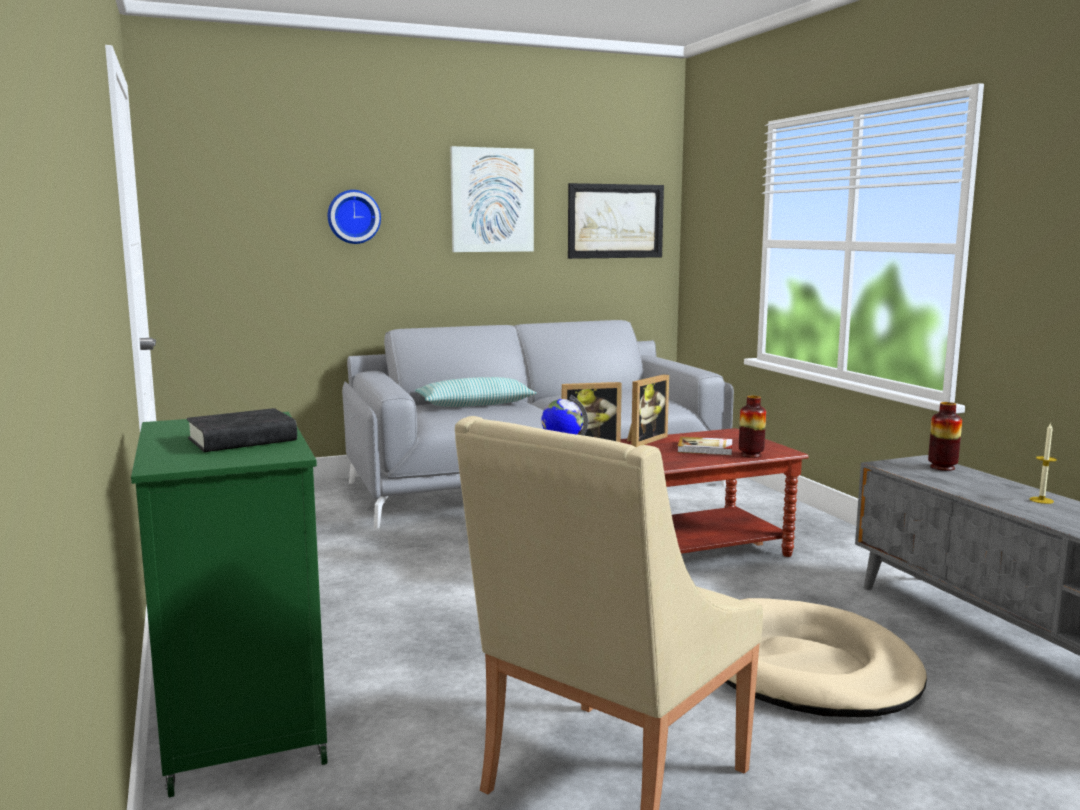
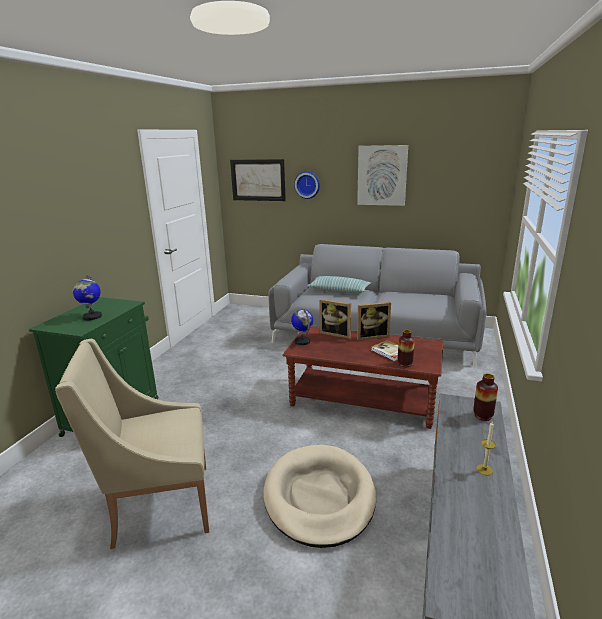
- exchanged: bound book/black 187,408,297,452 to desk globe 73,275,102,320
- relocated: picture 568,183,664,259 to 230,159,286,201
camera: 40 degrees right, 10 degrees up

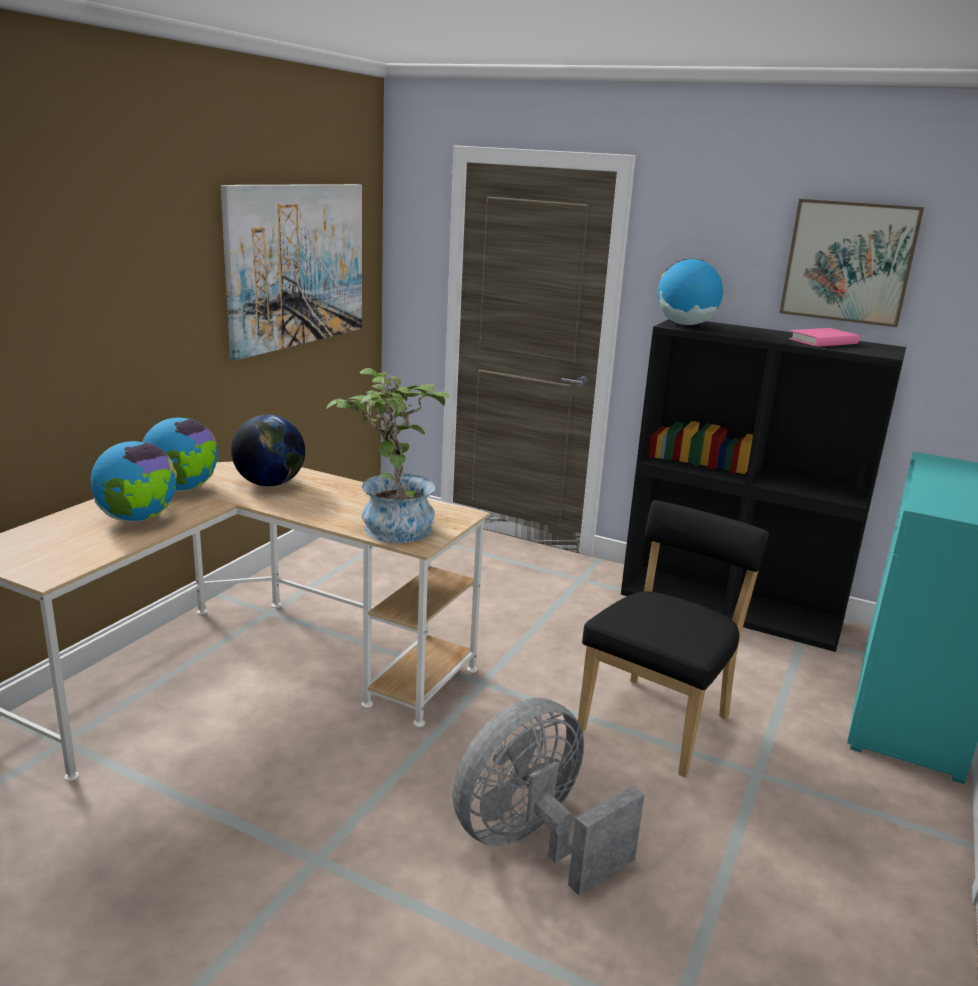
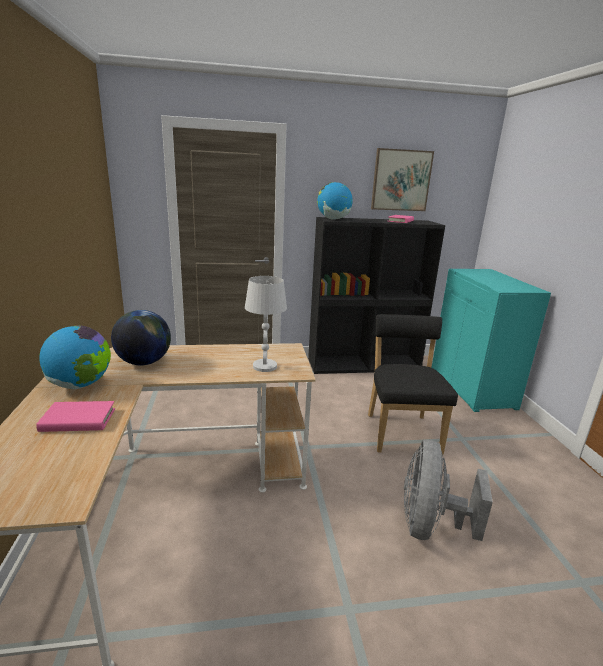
- exchanged: desk globe 91,441,177,522 to bound book/pink 36,401,115,432
- exchanged: potted plant 326,368,451,543 to table lamp/whitish 245,276,287,372
- missing: picture 221,184,362,360
camera: 35 degrees left, 0 degrees up

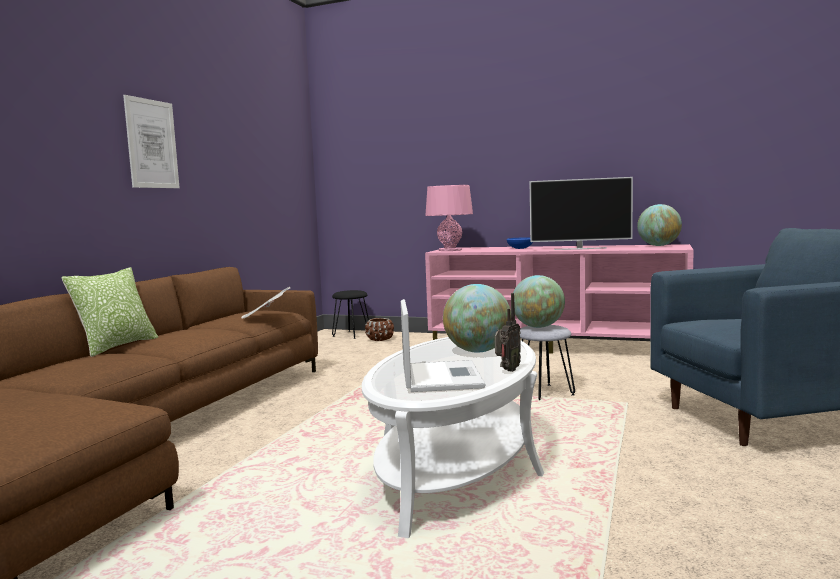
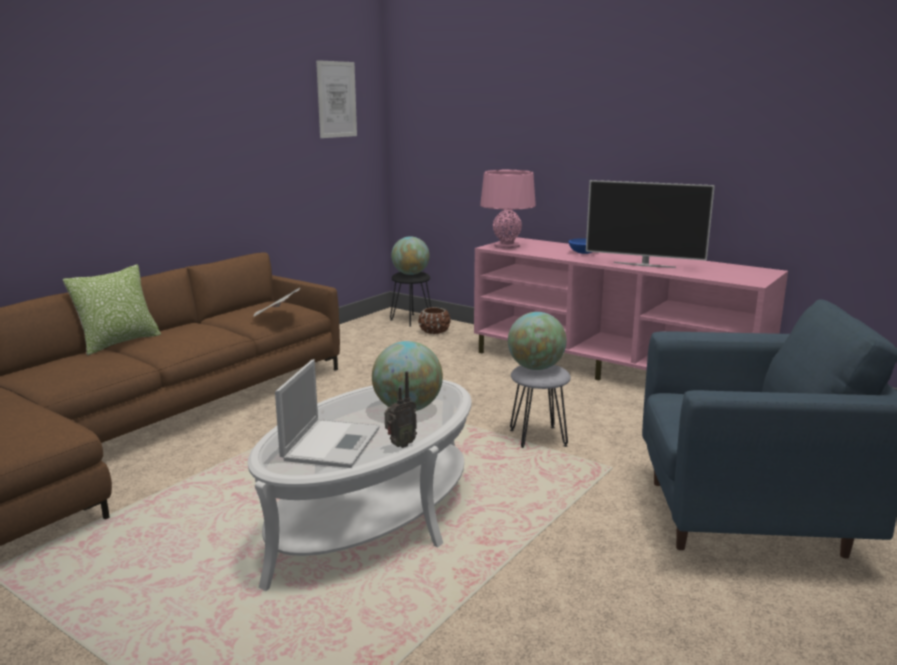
- relocated: picture 123,95,180,188 to 316,60,357,138
- relocated: desk globe 637,204,682,246 to 391,236,430,275
camera: 15 degrees right, 10 degrees up

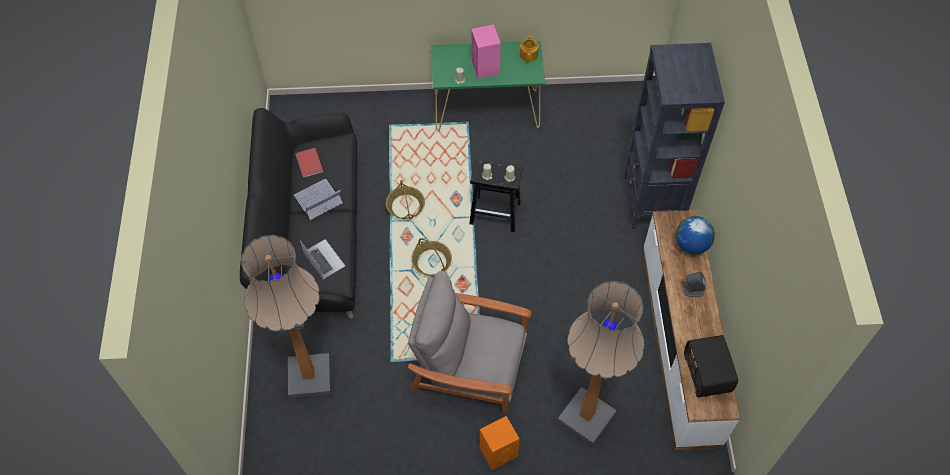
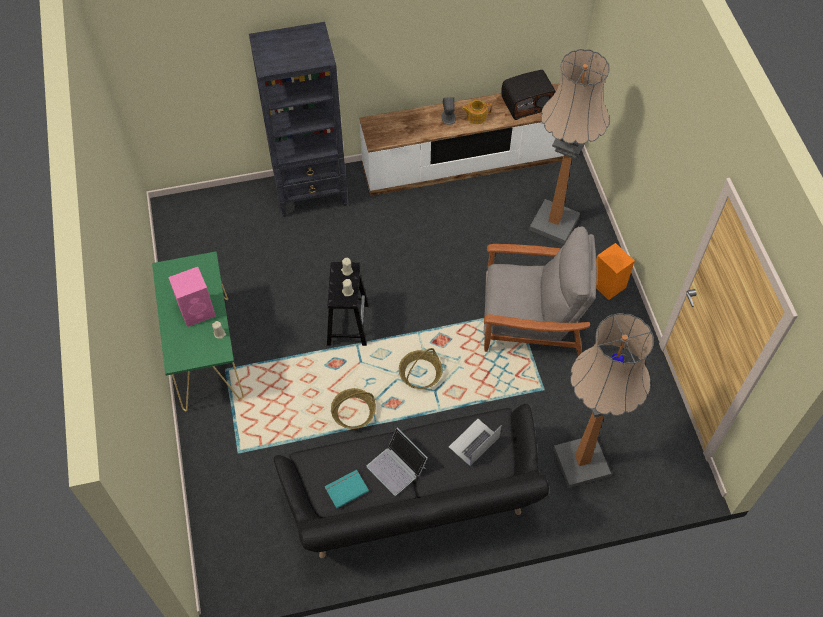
- colour: bound book/reddish 295,148,323,178 to bound book/turquoise-coloured 325,470,369,508
- relocated: teapot 520,34,539,62 to 462,100,492,124
- spun: easy chair/grey 408,271,532,416 = 483,226,597,356 90 degrees counterclockwise
- missing: desk globe 676,216,715,254
camera: 100 degrees left, 0 degrees up

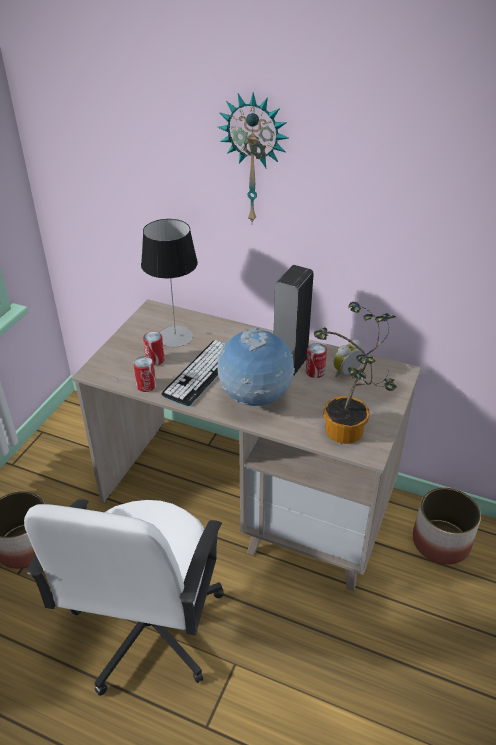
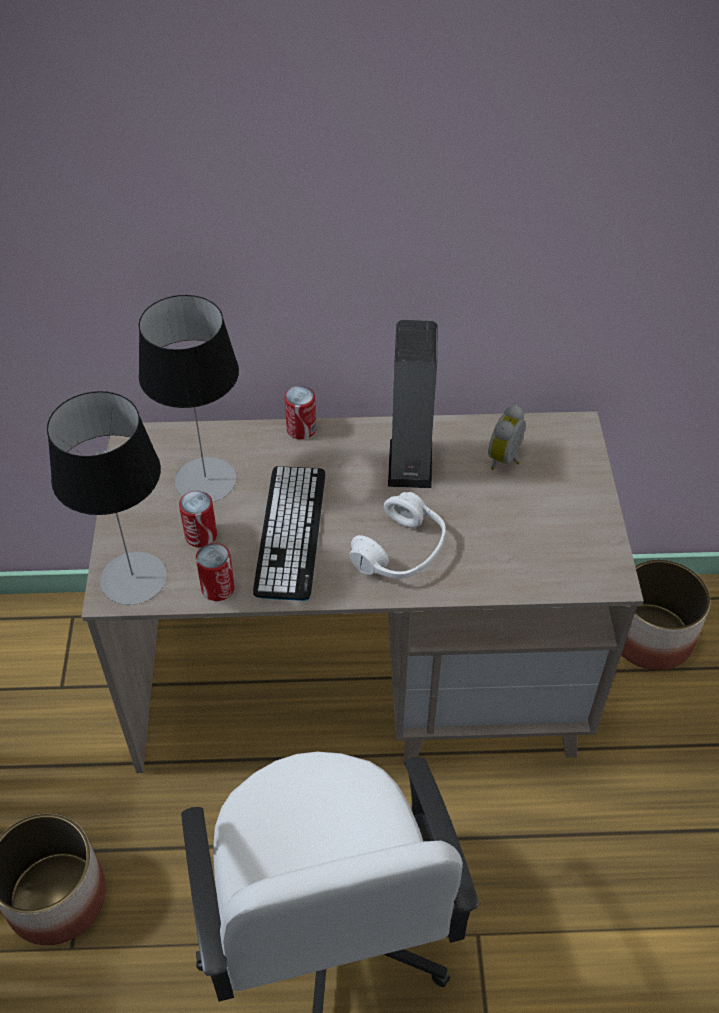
- appeared: table lamp 47,391,167,605
- relocated: metal can 306,343,327,378 to 284,386,316,439
- exchanged: desk globe 217,328,295,406 to pair of headphones/whitish 350,492,446,579
- missing: clock on the wall 218,92,289,225
- missing: potted plant 314,302,397,444
camera: 25 degrees left, 10 degrees up

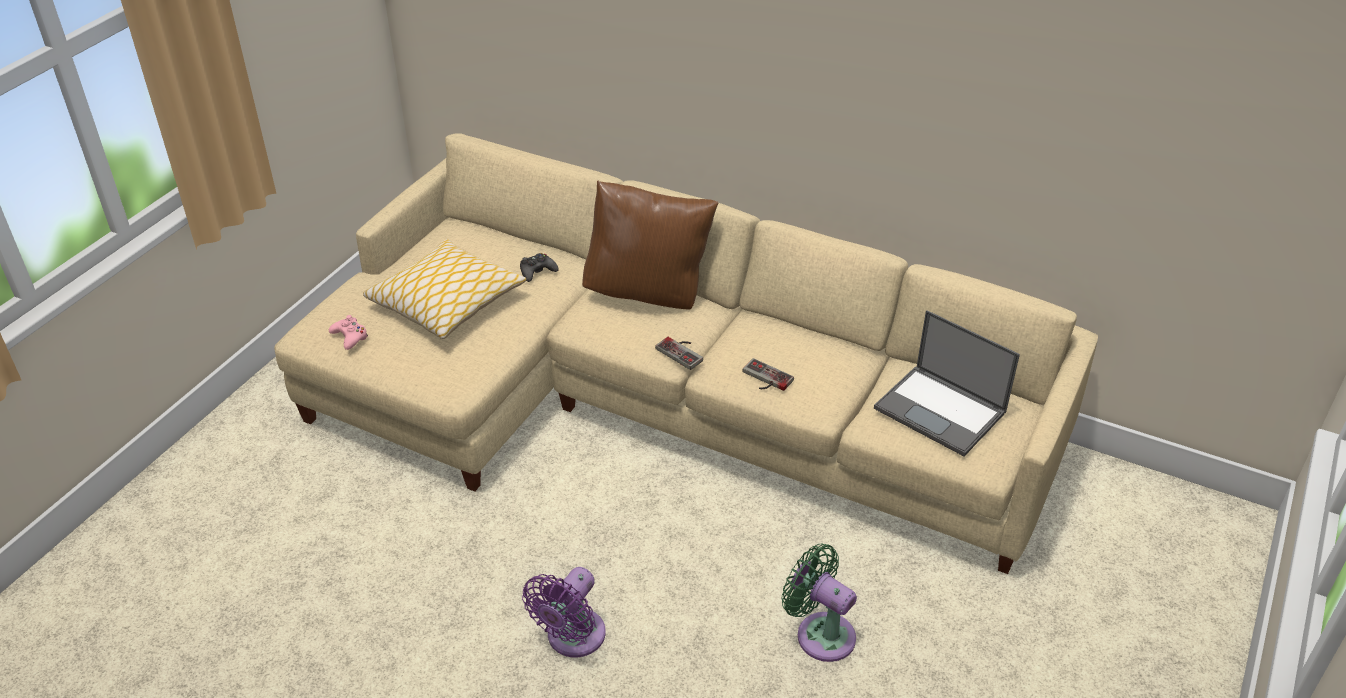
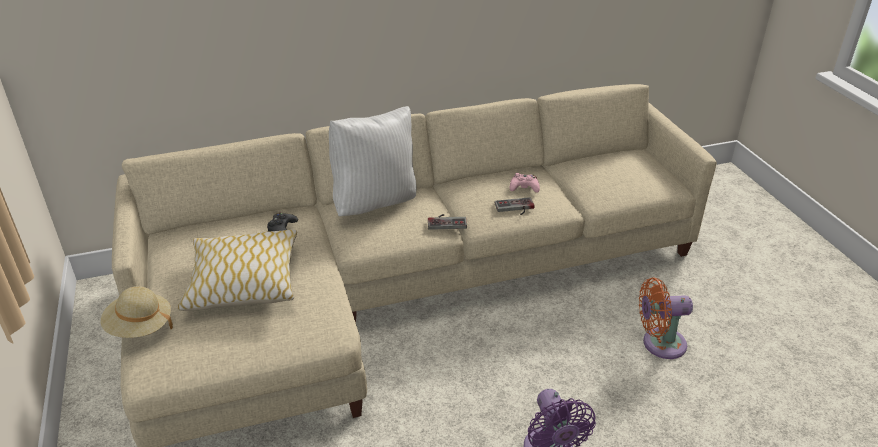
- appeared: wearable hat/sand-coloured 101,286,173,338
- colour: cushion/brown 582,181,718,310 to cushion/whitish 329,106,416,217
- relocated: game controller/pink 329,315,368,350 to 510,173,540,193
- colour: cooling fan/green 782,544,857,662 to cooling fan/orange 639,278,693,359
- missing: laptop 874,310,1020,456
camera: 45 degrees left, 5 degrees down

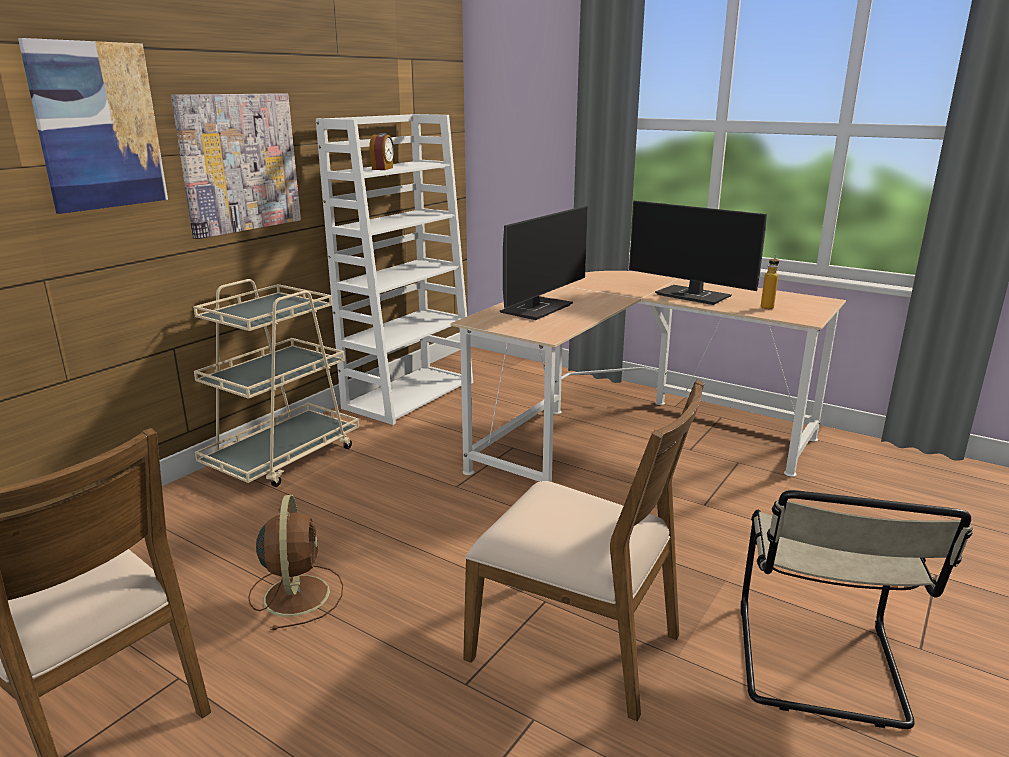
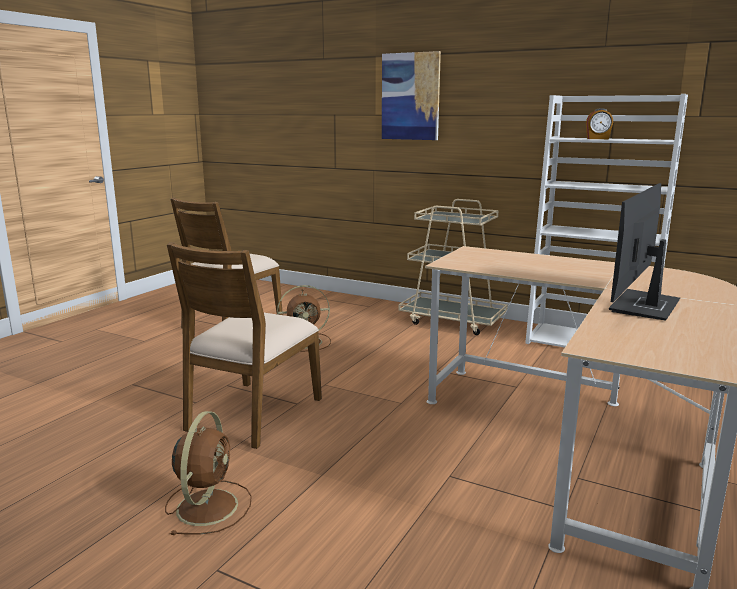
- exchanged: upright chair/sand-coloured 741,490,973,729 to cooling fan/brown 165,411,252,535
- missing: picture 171,93,301,239
- missing: computer screen 500,206,588,320
- missing: drink bottle 761,254,779,309
camera: 85 degrees right, 5 degrees down

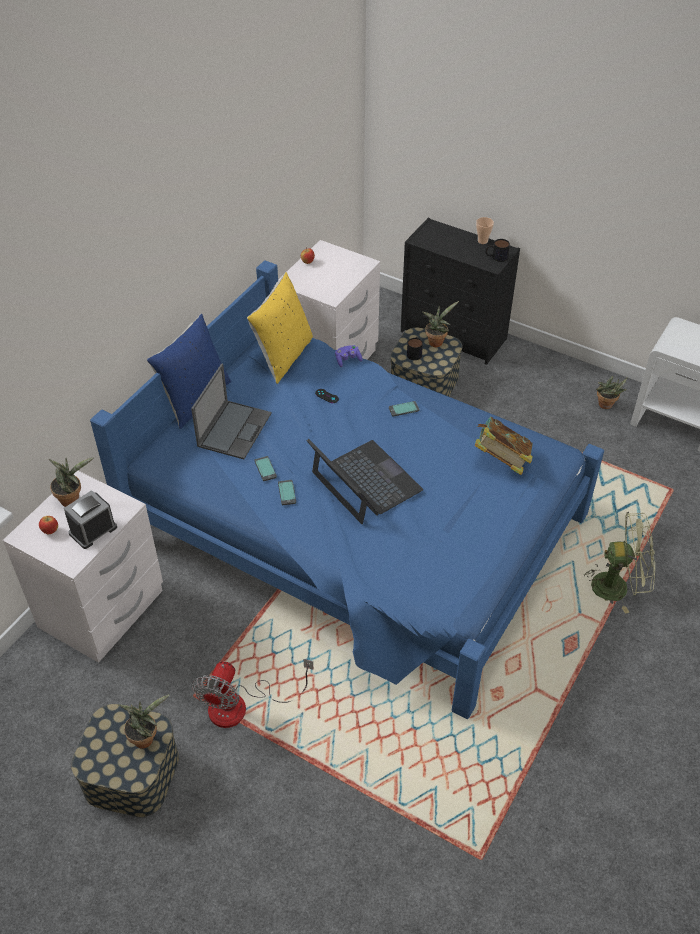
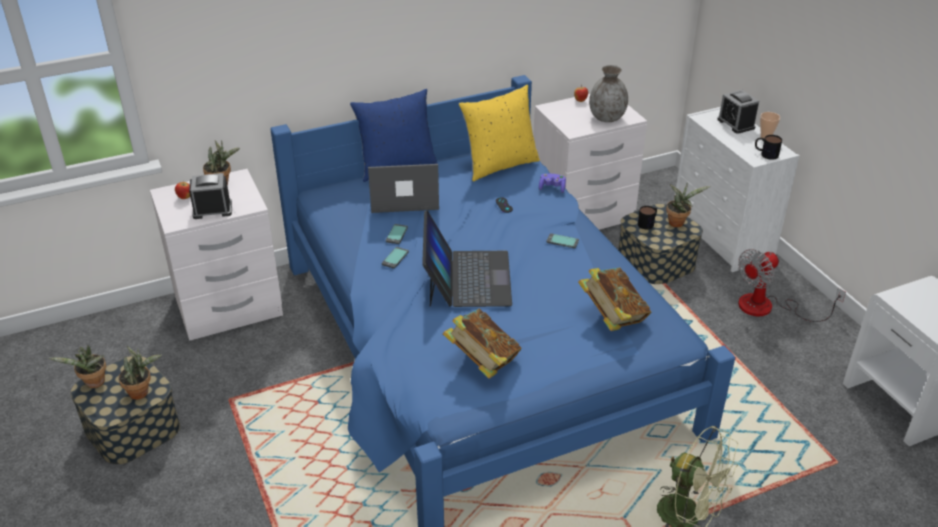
- relocated: potted plant 596,376,628,409 to 49,345,106,388
- spun: laptop 191,363,271,459 = 368,164,439,213 150 degrees counterclockwise
- appeared: bound book 443,309,522,379
- appeared: decorative vase/grey 589,65,628,122
- colour: dresser/black 401,218,520,365 to dresser/whitish 674,107,800,272
- appeared: table clock 717,90,759,134
- relocated: cooling fan 192,659,313,728 to 738,249,846,322
camera: 35 degrees right, 10 degrees down

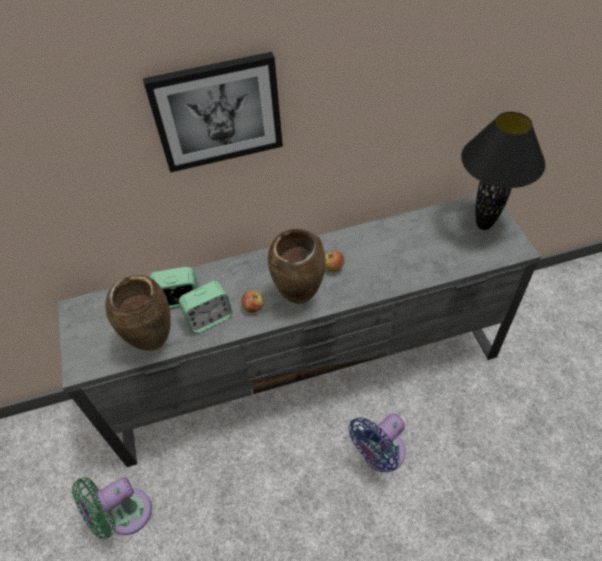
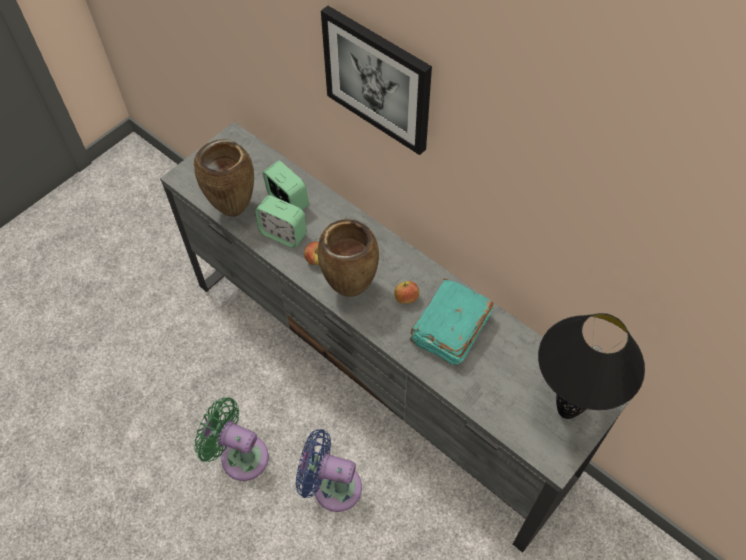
- relocated: cooling fan/green 72,477,152,539 to 194,397,269,481
- appeared: bound book/turquoise-coloured 410,278,494,365
camera: 55 degrees right, 5 degrees up

